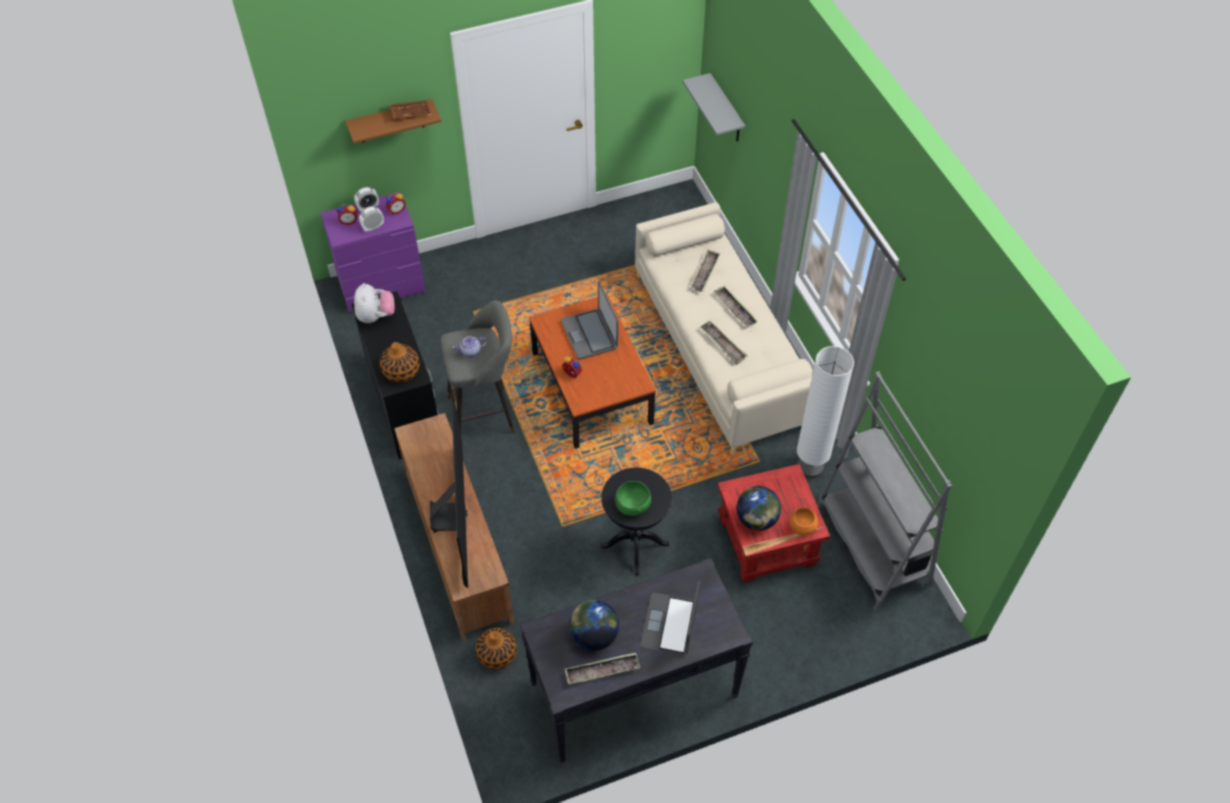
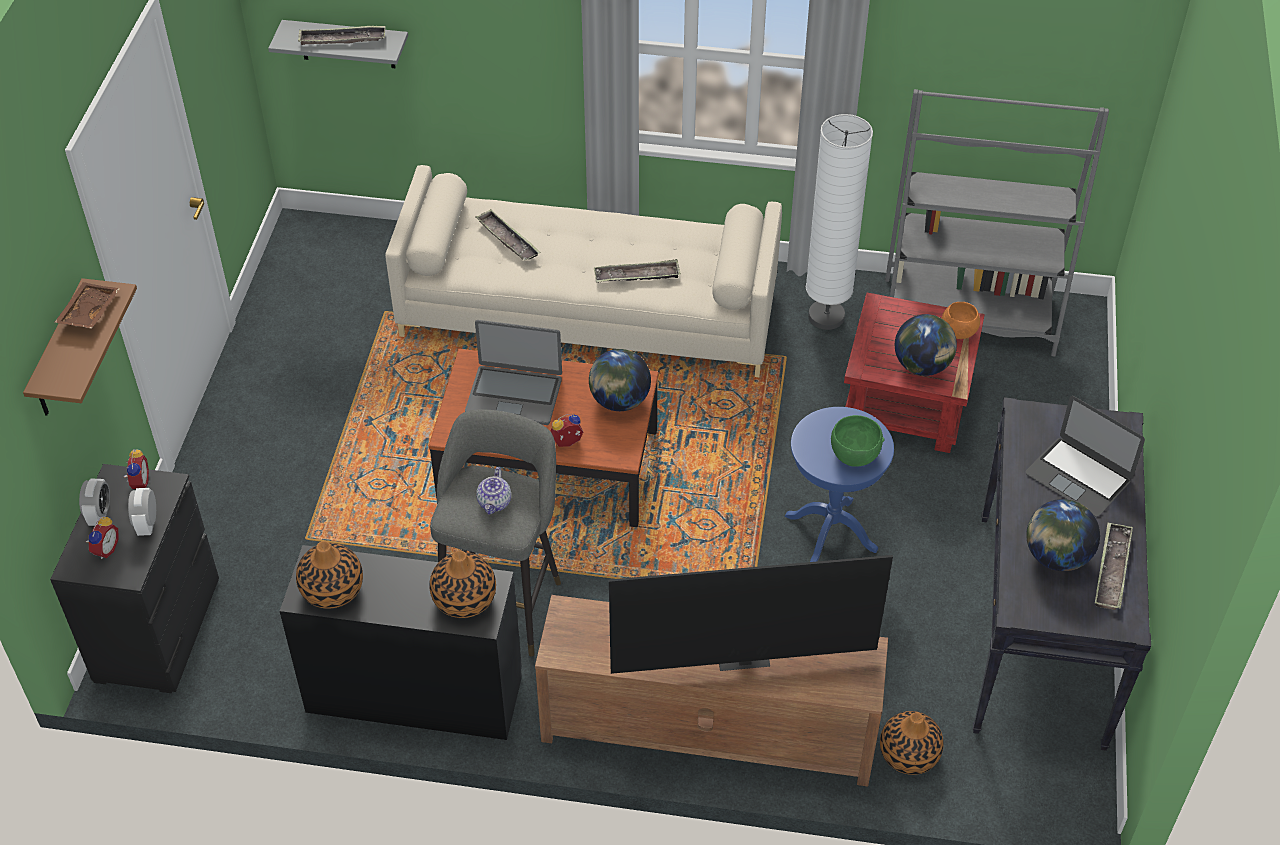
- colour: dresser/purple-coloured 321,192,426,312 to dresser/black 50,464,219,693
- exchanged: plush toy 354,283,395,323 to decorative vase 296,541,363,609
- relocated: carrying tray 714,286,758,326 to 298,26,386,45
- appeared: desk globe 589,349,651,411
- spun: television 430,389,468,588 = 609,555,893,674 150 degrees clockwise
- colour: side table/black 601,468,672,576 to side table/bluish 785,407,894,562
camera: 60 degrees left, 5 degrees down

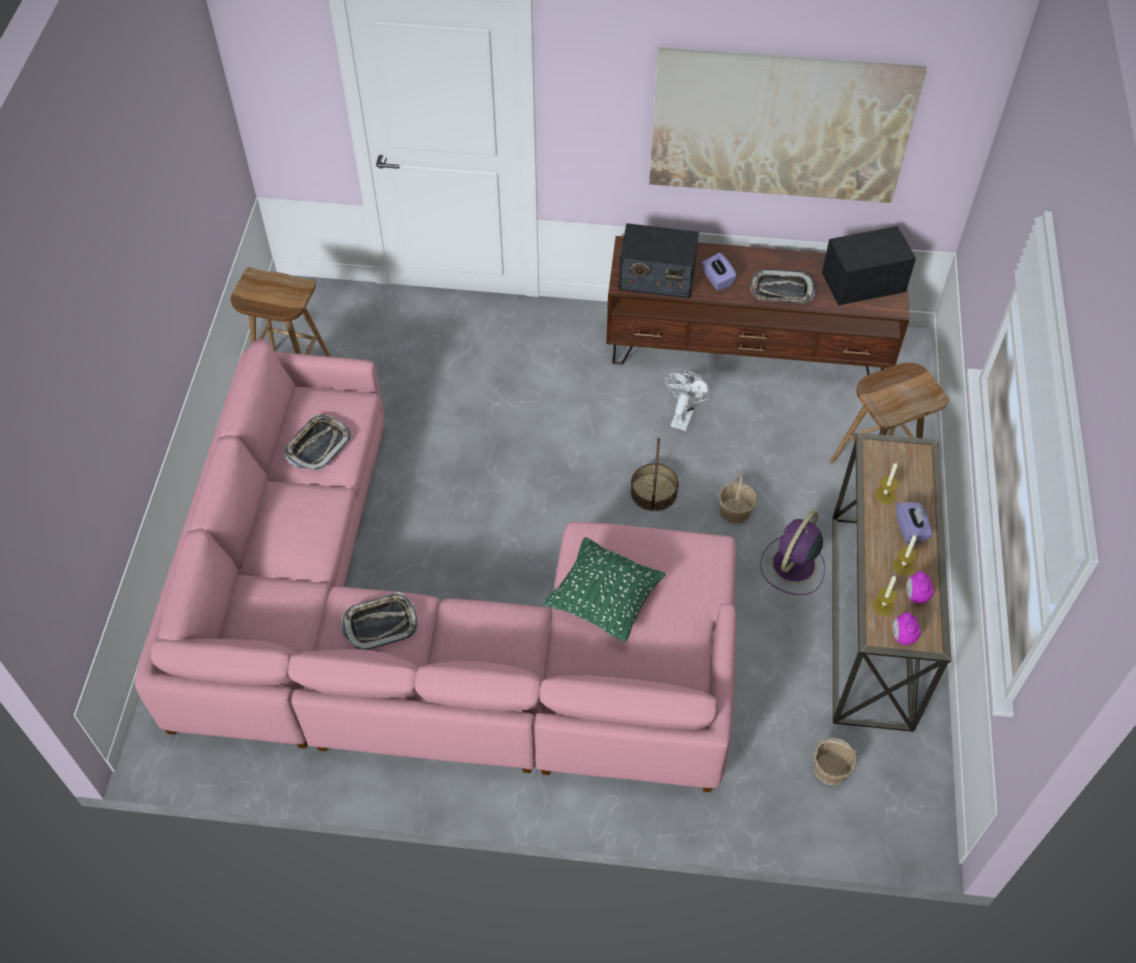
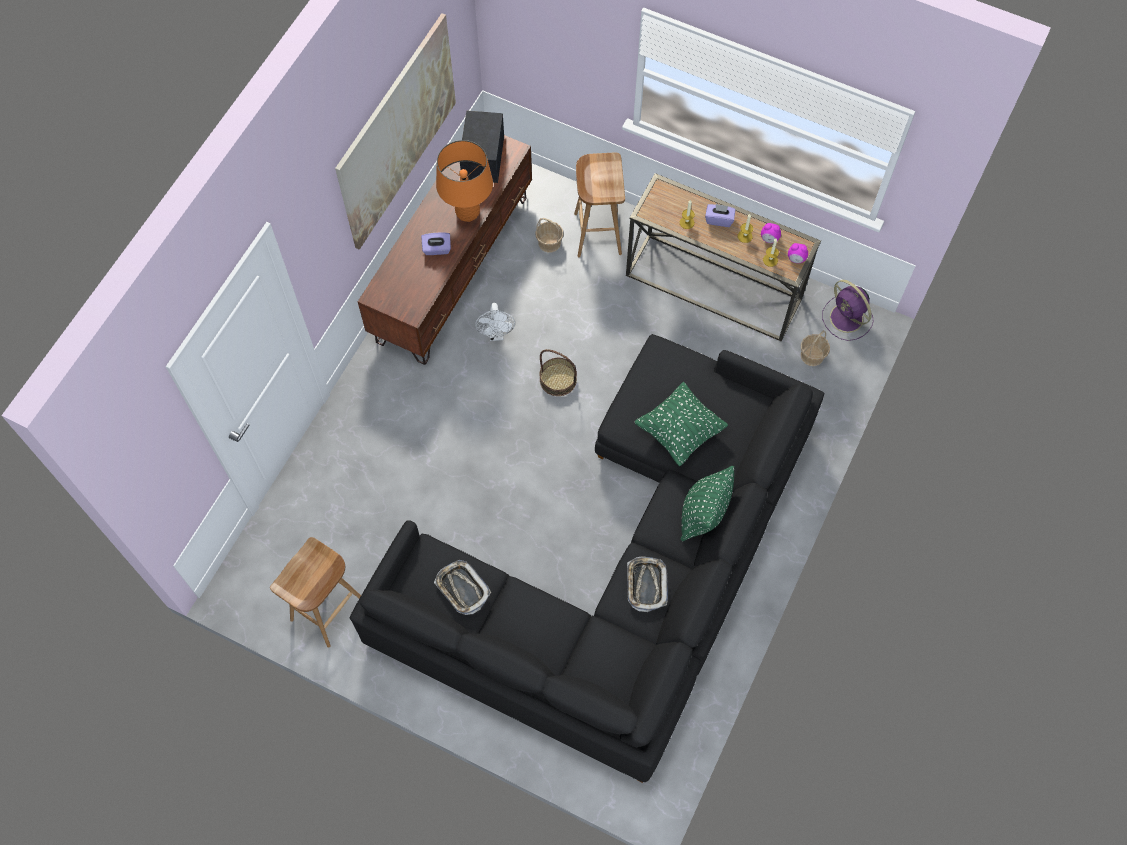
- colour: settee/pink 135,340,736,792 to settee/black 350,334,824,783
- exchanged: carrying tray 750,269,815,303 to table lamp/orange 436,140,493,222
- spun: cooling fan/whitish 665,371,712,431 = 475,303,515,341 135 degrees counterclockwise
- relocated: storage basket 719,473,757,524 to 535,218,563,253
- appeared: cushion/green 680,466,734,541
- relocated: cooling fan/purple-coloured 760,510,825,595 to 822,280,873,341
- missing: radio set 618,223,699,299
camera: 70 degrees left, 10 degrees up

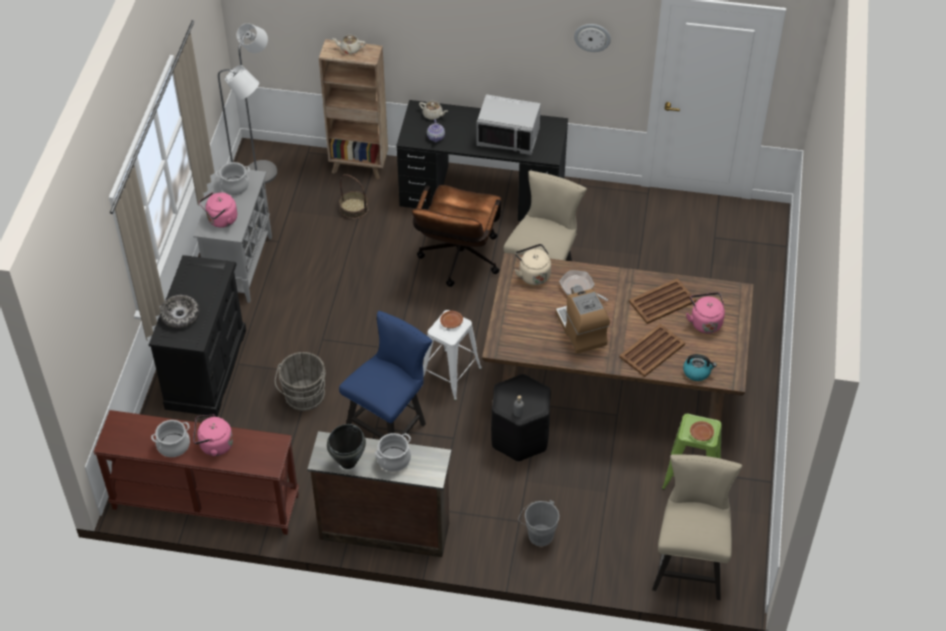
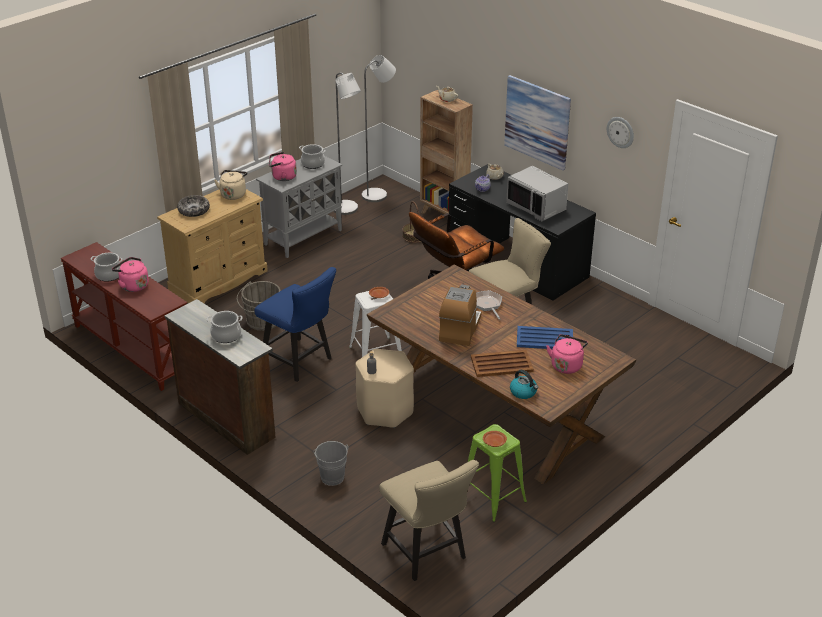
- colour: dresser/black 149,255,246,417 to dresser/sand-coloured 157,189,268,303
- relocated: tea kettle/sand-coloured 515,244,551,285 to 214,170,247,200
- spun: upright chair/bluish 339,311,432,439 = 254,267,336,382 60 degrees clockwise
- colour: stool seat/black 491,374,551,462 to stool seat/sand-coloured 356,349,414,428
- spun: upright chair/sand-coloured 652,454,742,600 = 379,460,479,581 105 degrees clockwise
- appeared: picture 504,75,571,171
- colour: carrying tray/brown 629,278,696,324 to carrying tray/bluish 517,326,573,349
- missing: stockpot/black 327,424,366,469
camera: 35 degrees right, 15 degrees down

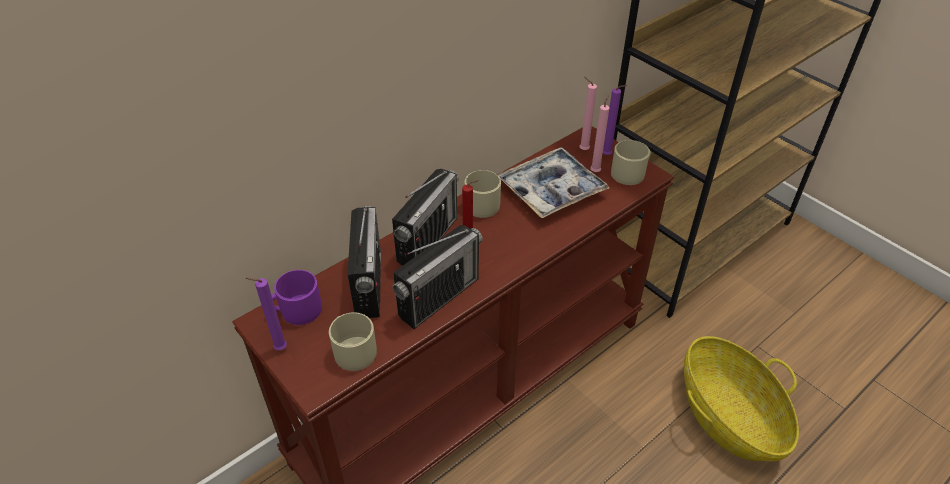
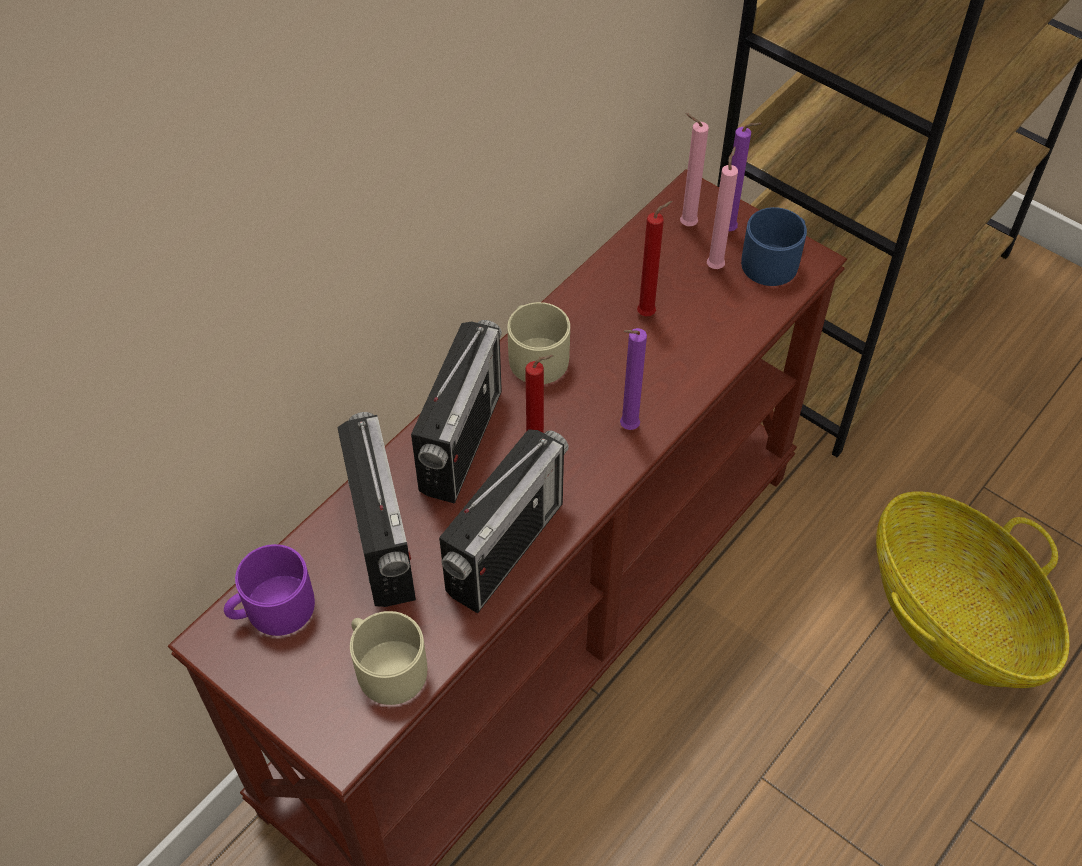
- relocated: wax light/purple-coloured 246,277,287,350 to 620,328,647,430
- exchanged: carrying tray 498,147,609,218 to wax light/reddish 637,201,672,316
- colour: coffee mug/sand-coloured 611,140,651,185 to coffee mug/bluish 741,207,807,286
camera: 10 degrees left, 10 degrees up

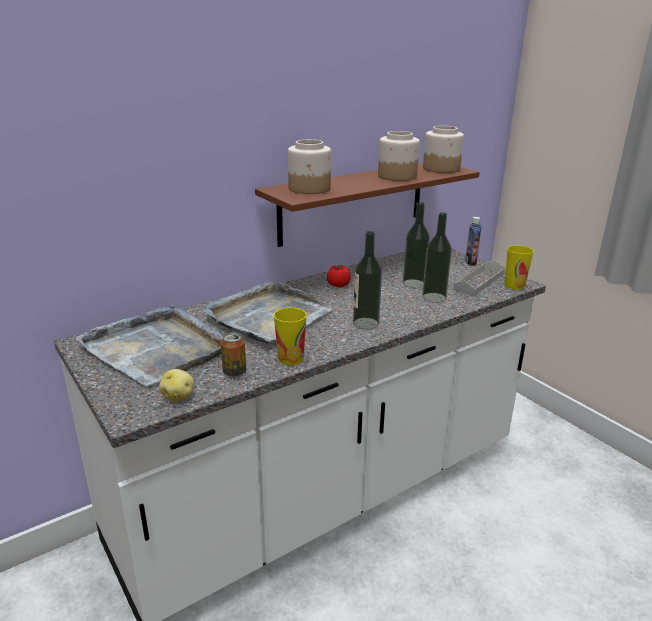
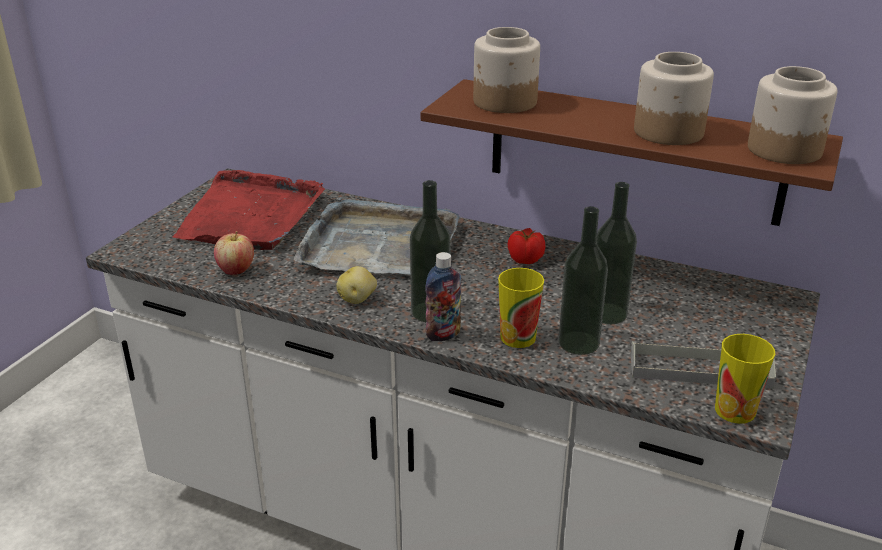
- colour: carrying tray/grey 76,305,223,386 to carrying tray/reddish 173,170,325,250
- exchanged: metal can 220,332,246,377 to whole apple 214,231,254,275
- relocated: whole potato 159,369,194,402 to 336,266,377,304
- relocated: drink bottle 465,217,482,266 to 425,252,461,341
- relocated: drinking cup 274,308,307,365 to 498,268,544,348
camera: 60 degrees right, 5 degrees up

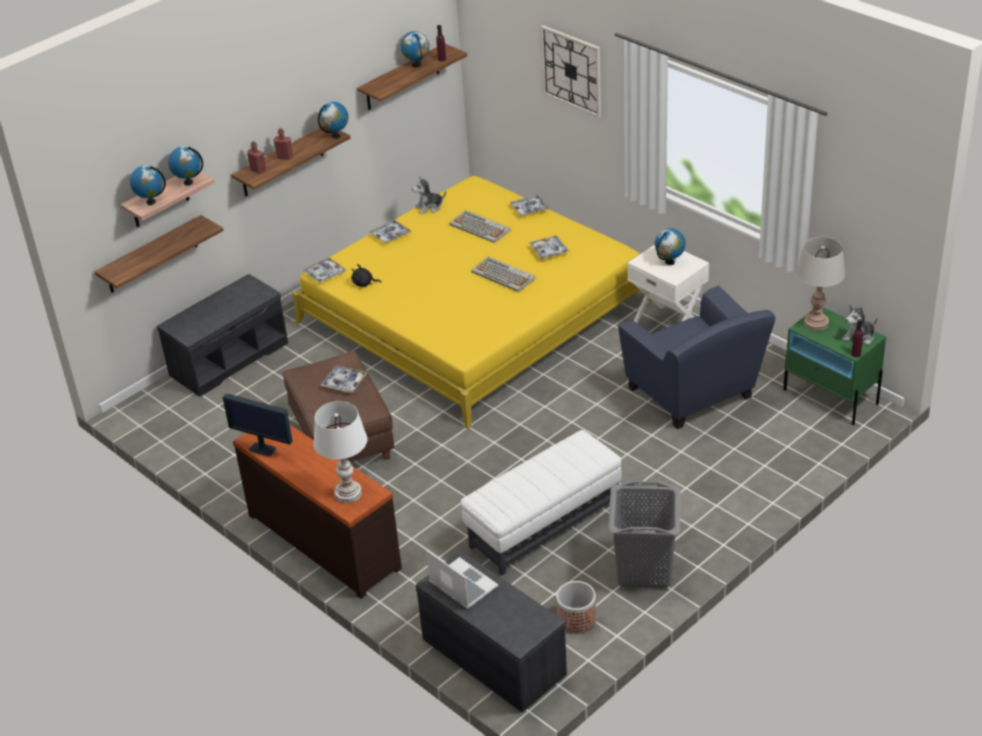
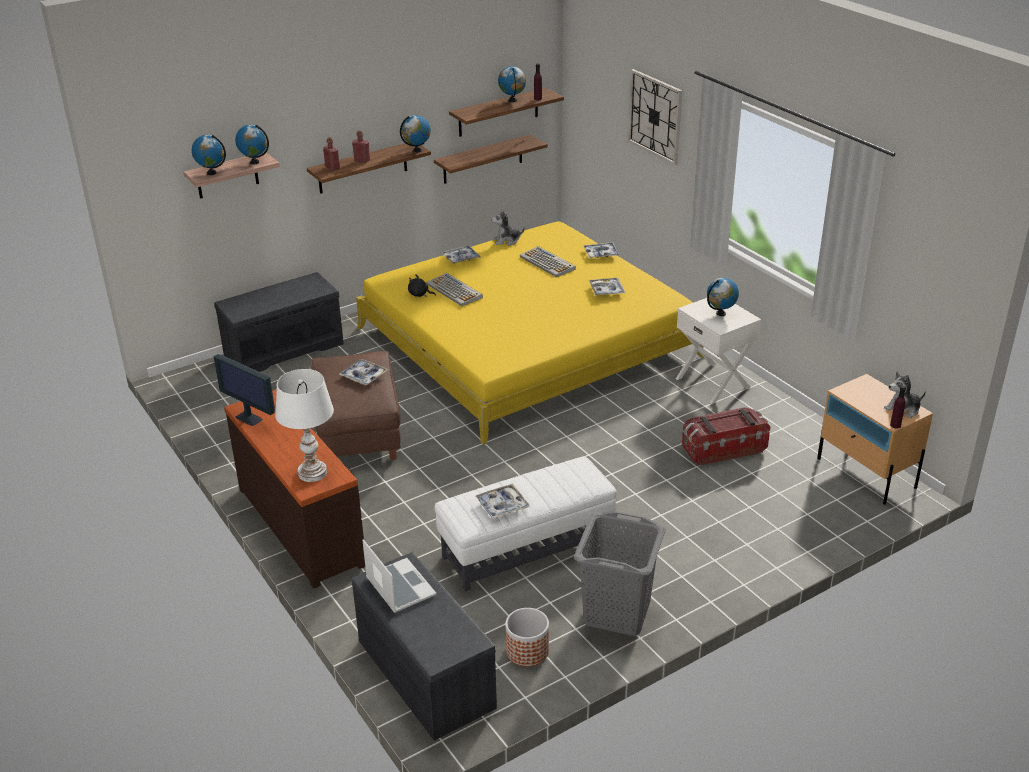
- relocated: keyboard 471,256,535,292 to 427,273,483,306
- relocated: bracket shelf 94,215,224,293 to 434,134,547,184
- relocated: carrying tray 304,257,346,283 to 476,484,530,518
- exchanged: easy chair/bluish 618,285,775,429 to storage container 682,407,771,466
- colour: night table/green 783,307,886,425 to night table/sand-coloured 817,374,933,505
- missing: table lamp/grey 796,237,845,331
camera: 10 degrees right, 5 degrees down

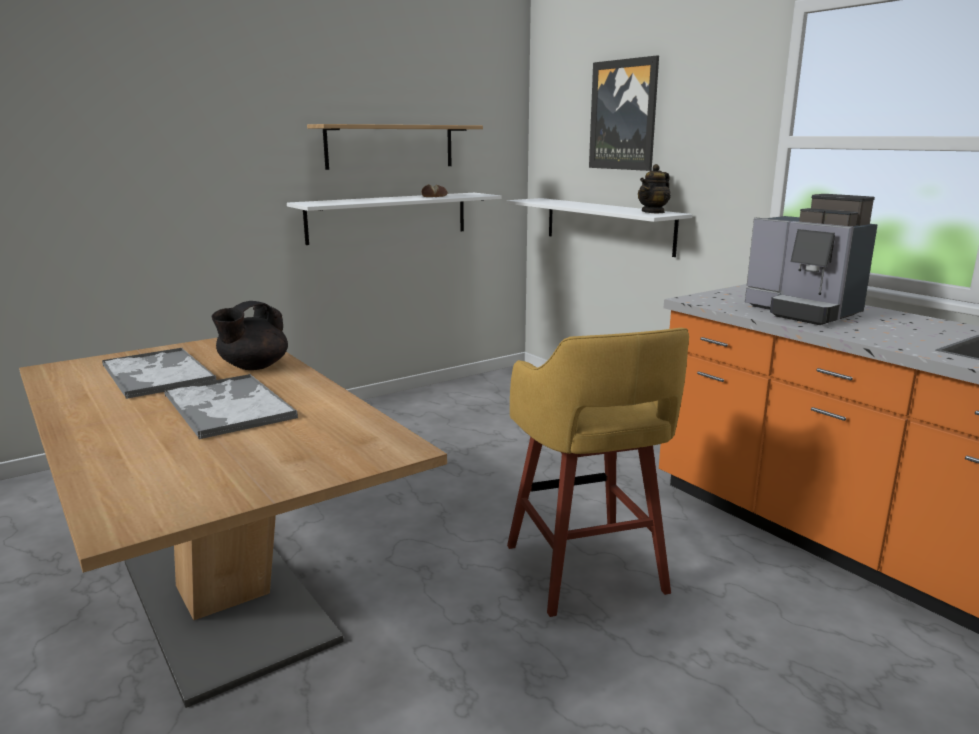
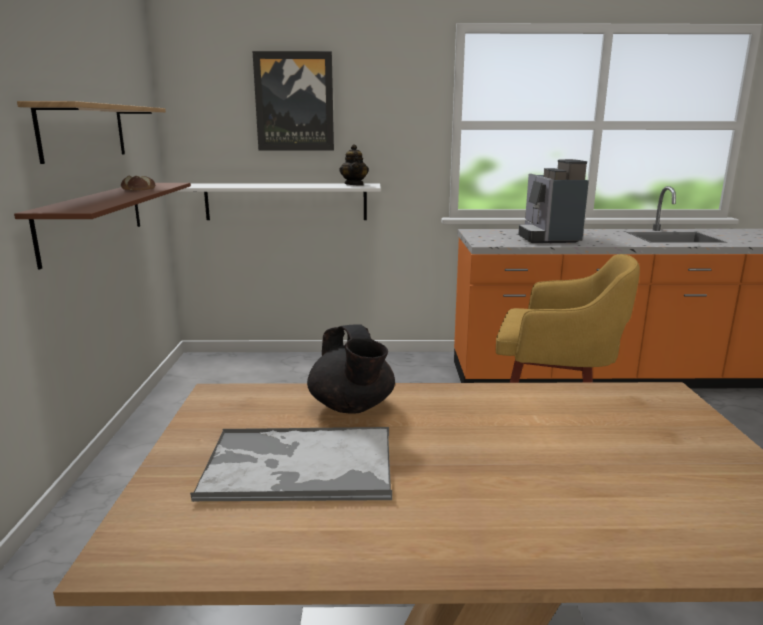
- colour: bracket shelf/whitish 287,193,501,245 to bracket shelf/brown 14,183,191,269
- spun: coffee maker 745,194,878,325 = 518,159,589,243 90 degrees clockwise
- missing: carrying tray 164,374,298,439
camera: 55 degrees left, 0 degrees up

